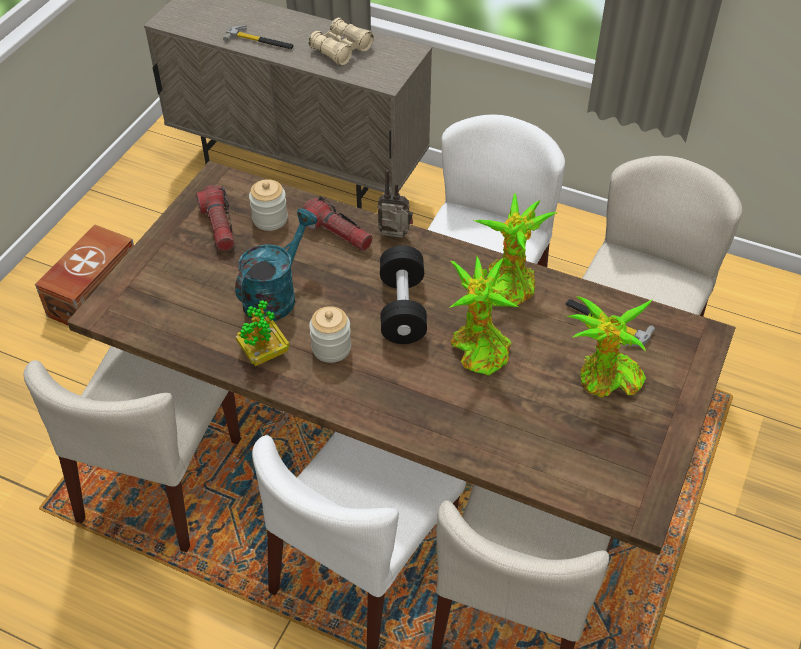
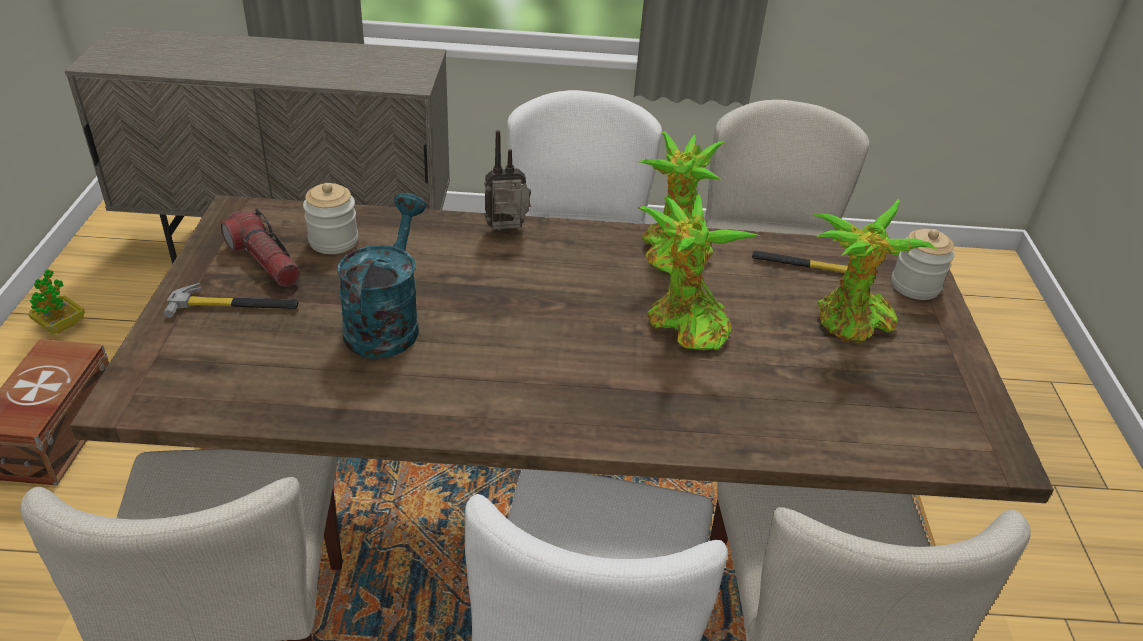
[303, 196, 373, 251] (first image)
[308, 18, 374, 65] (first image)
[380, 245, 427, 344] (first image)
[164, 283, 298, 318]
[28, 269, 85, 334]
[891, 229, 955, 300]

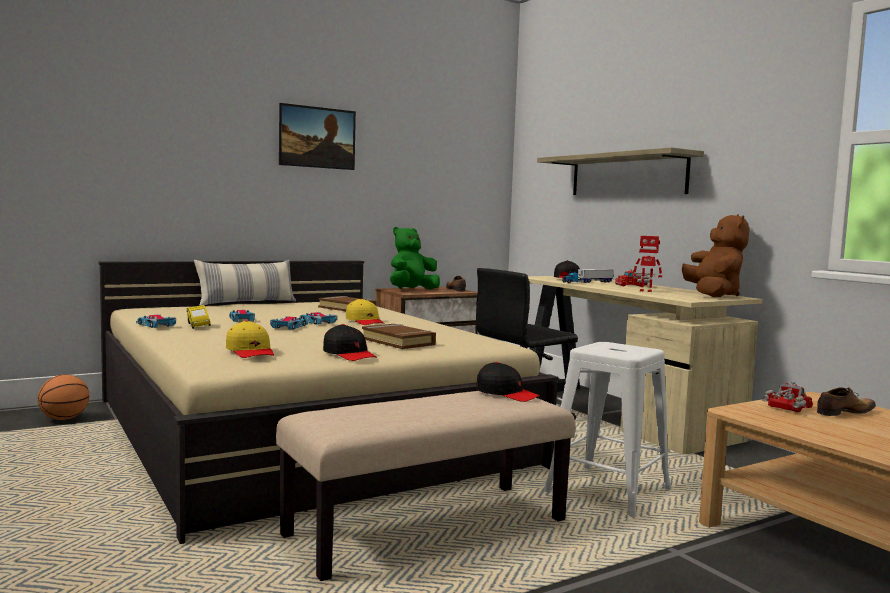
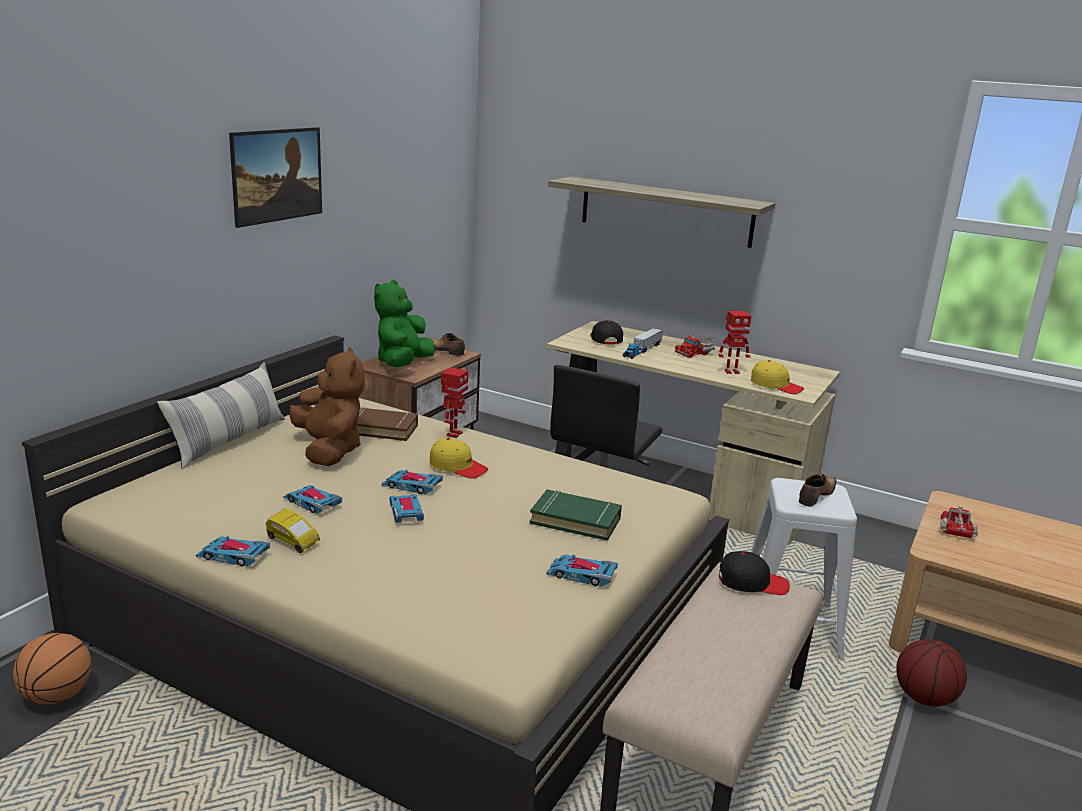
[441, 367, 468, 438]
[896, 639, 967, 707]
[751, 360, 804, 394]
[289, 347, 364, 466]
[799, 474, 836, 506]
[546, 555, 618, 586]
[530, 489, 622, 541]

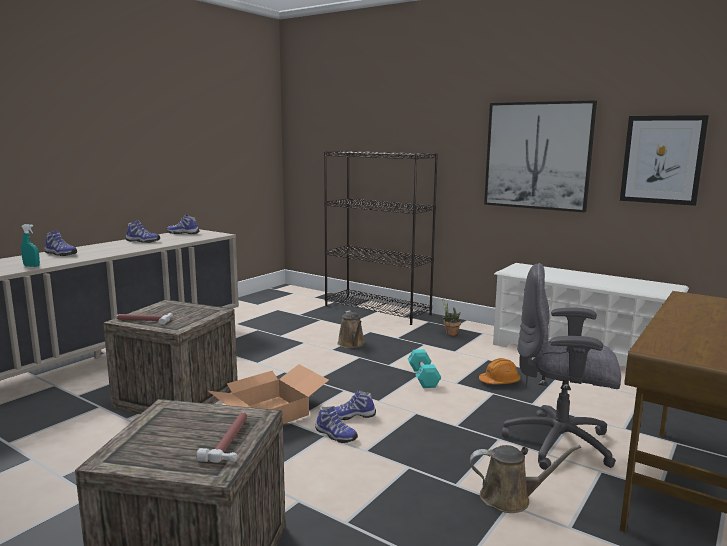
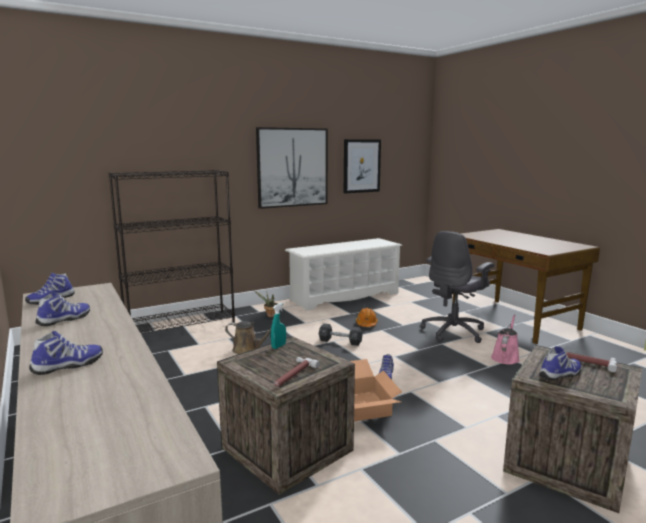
[271, 303, 286, 349]
[539, 346, 581, 381]
[319, 323, 363, 346]
[491, 315, 520, 364]

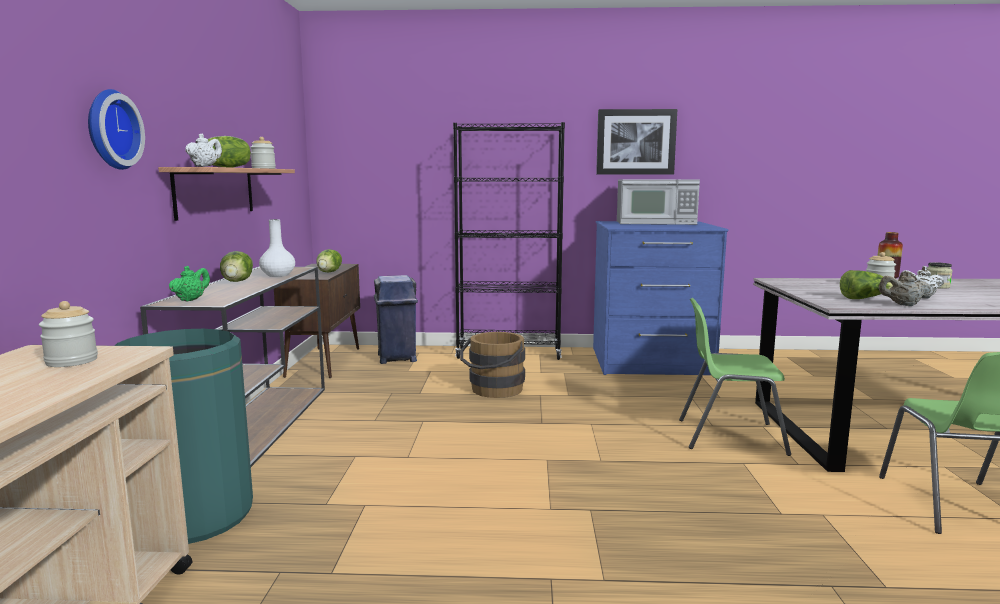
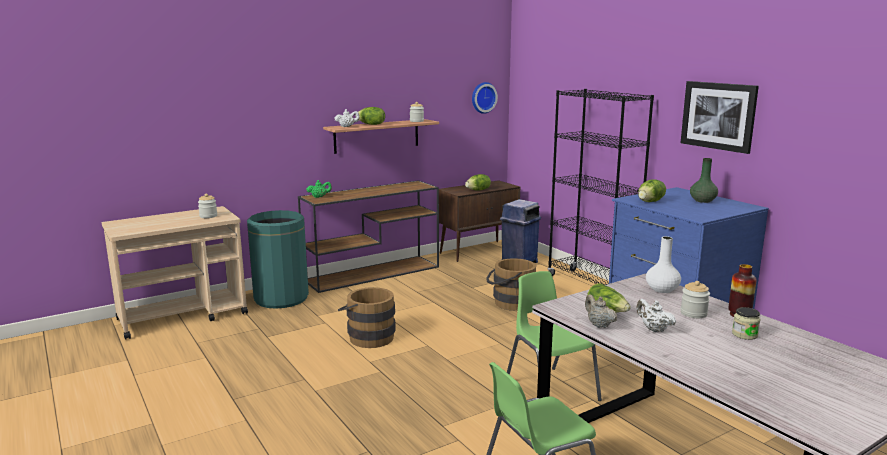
[338, 287, 396, 348]
[472, 82, 498, 114]
[638, 179, 666, 202]
[646, 236, 681, 293]
[690, 158, 718, 203]

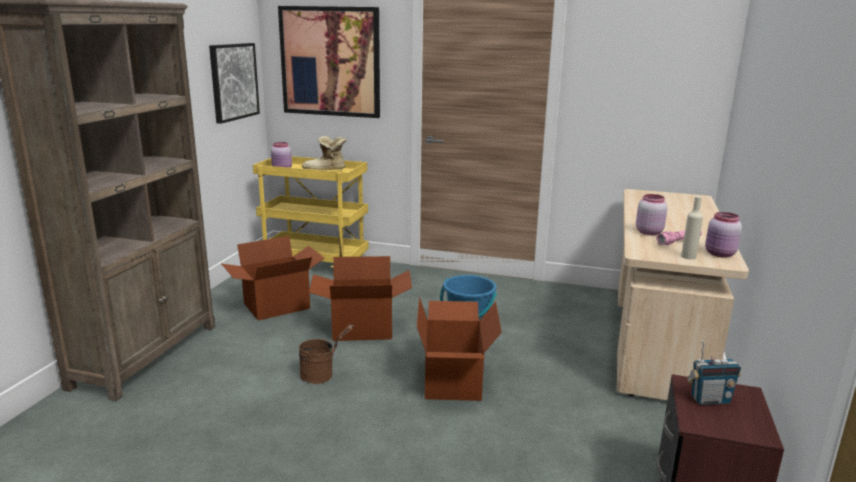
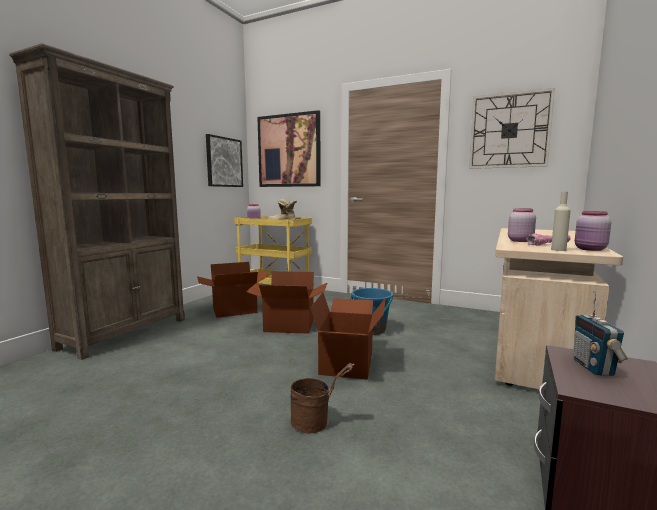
[469, 88, 555, 169]
[290, 363, 355, 434]
[573, 291, 628, 376]

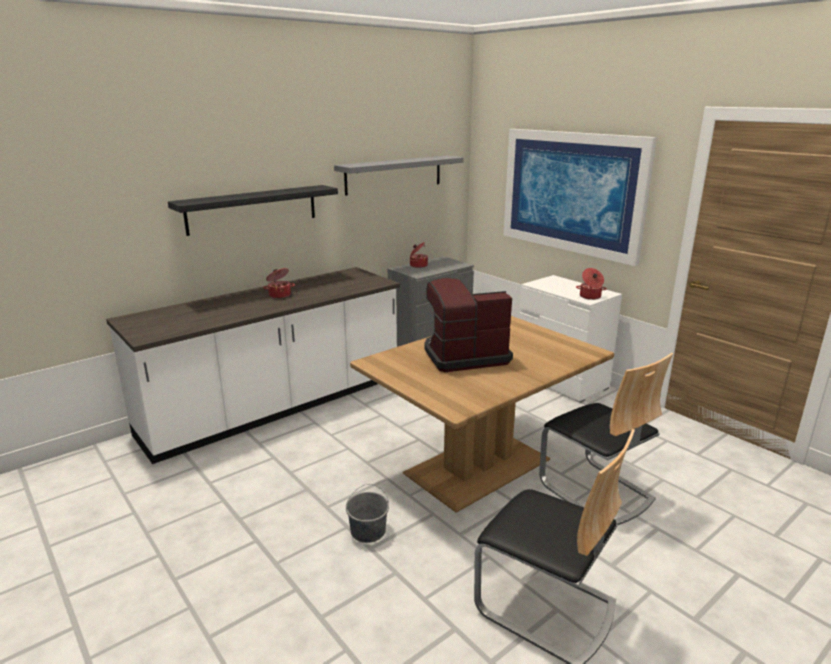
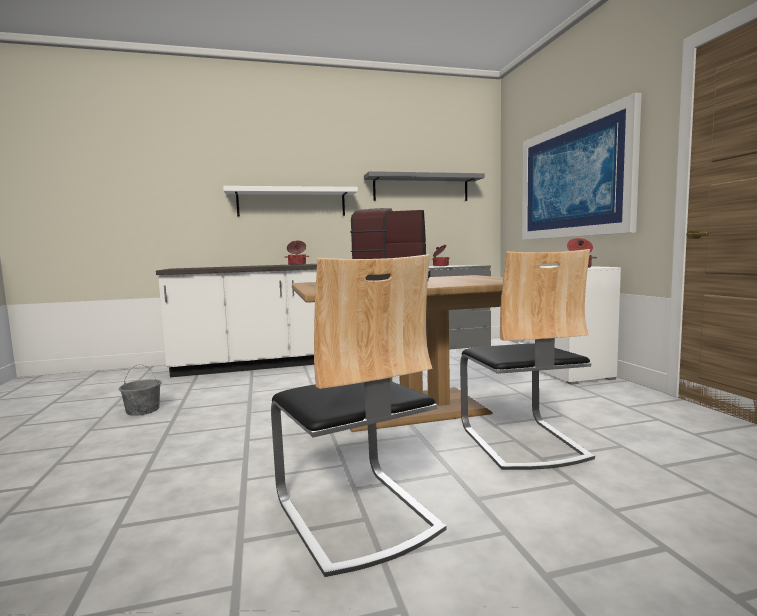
[119, 364, 162, 416]
[223, 186, 358, 217]

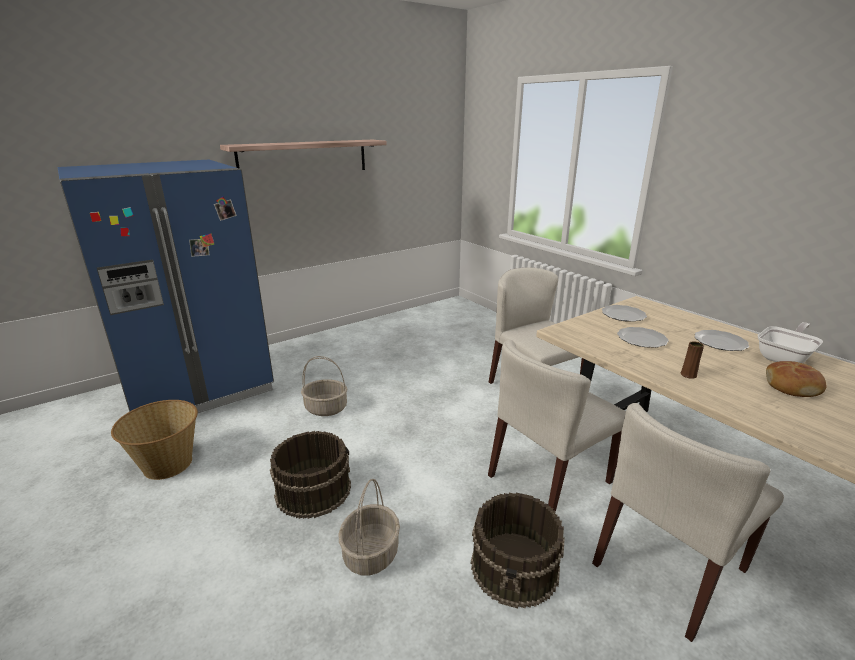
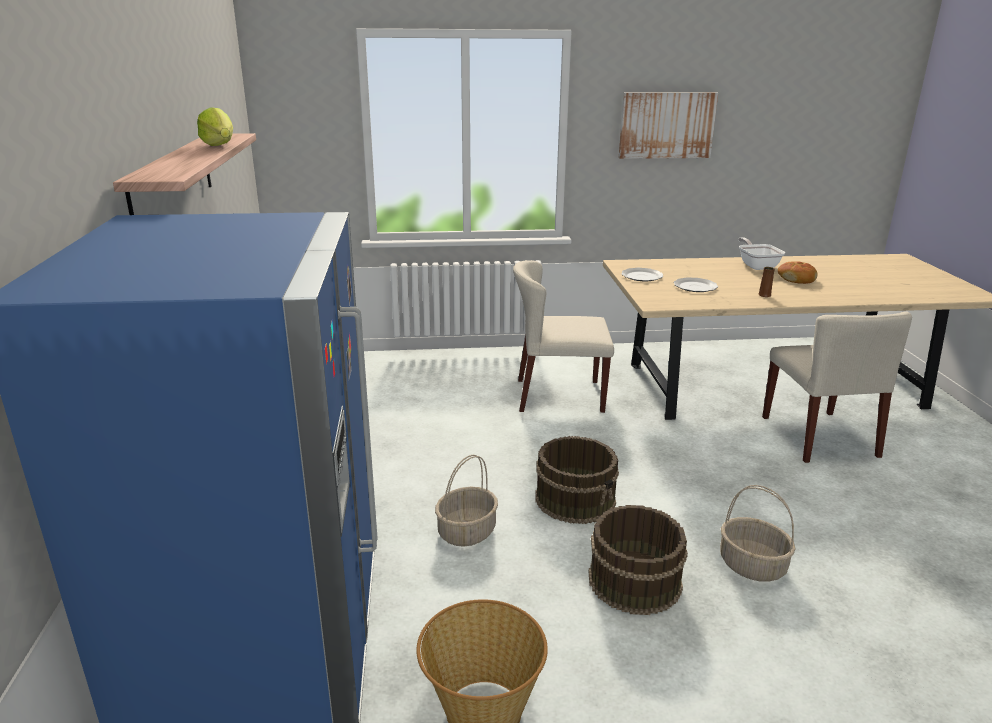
[488, 340, 626, 512] (first image)
[695, 330, 749, 351] (first image)
[197, 107, 233, 146]
[619, 92, 718, 159]
[535, 436, 619, 524]

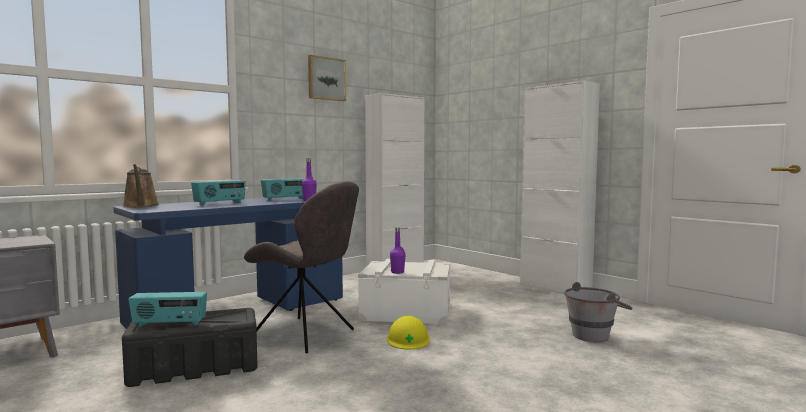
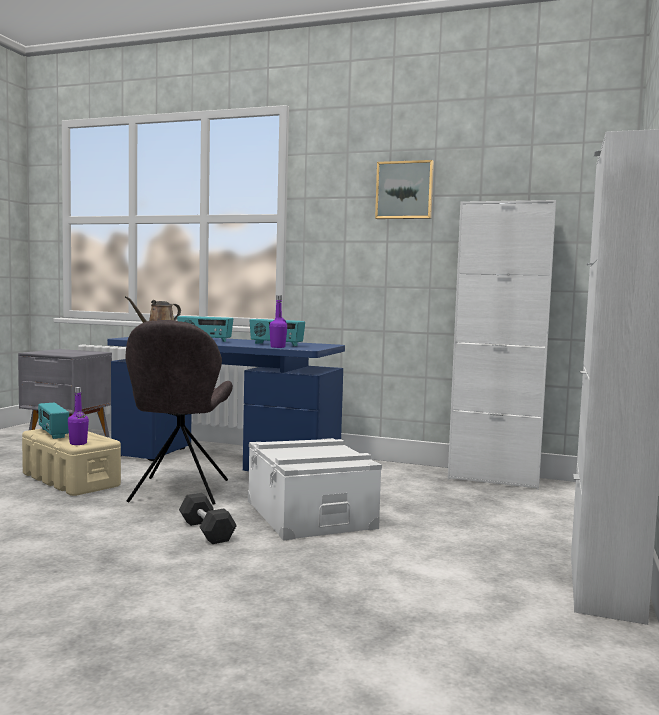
[564, 282, 633, 342] (first image)
[68, 387, 89, 445]
[179, 493, 237, 544]
[22, 429, 121, 496]

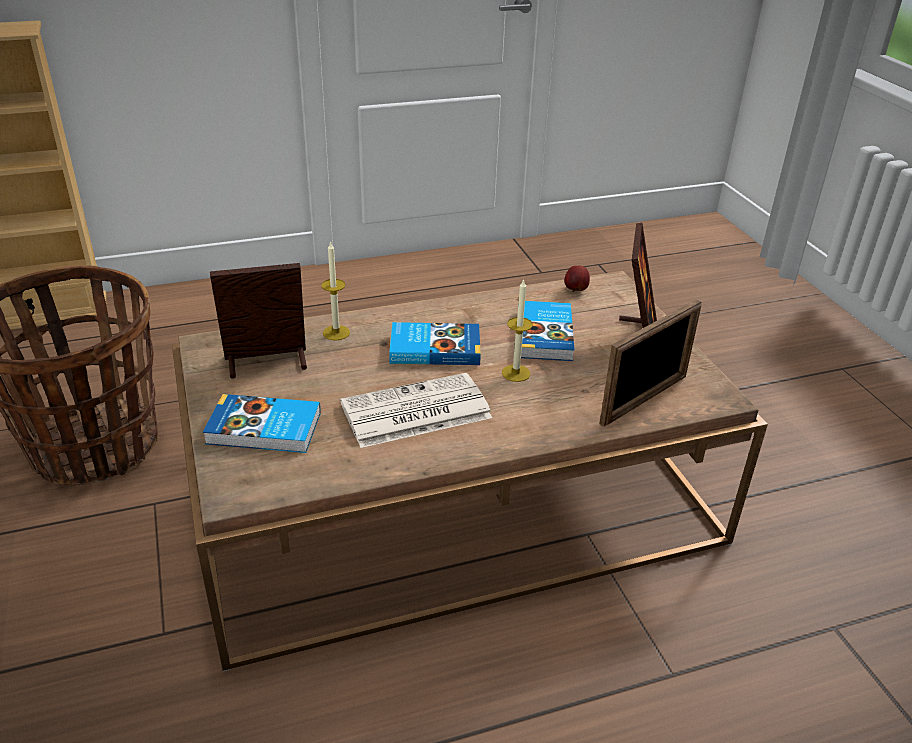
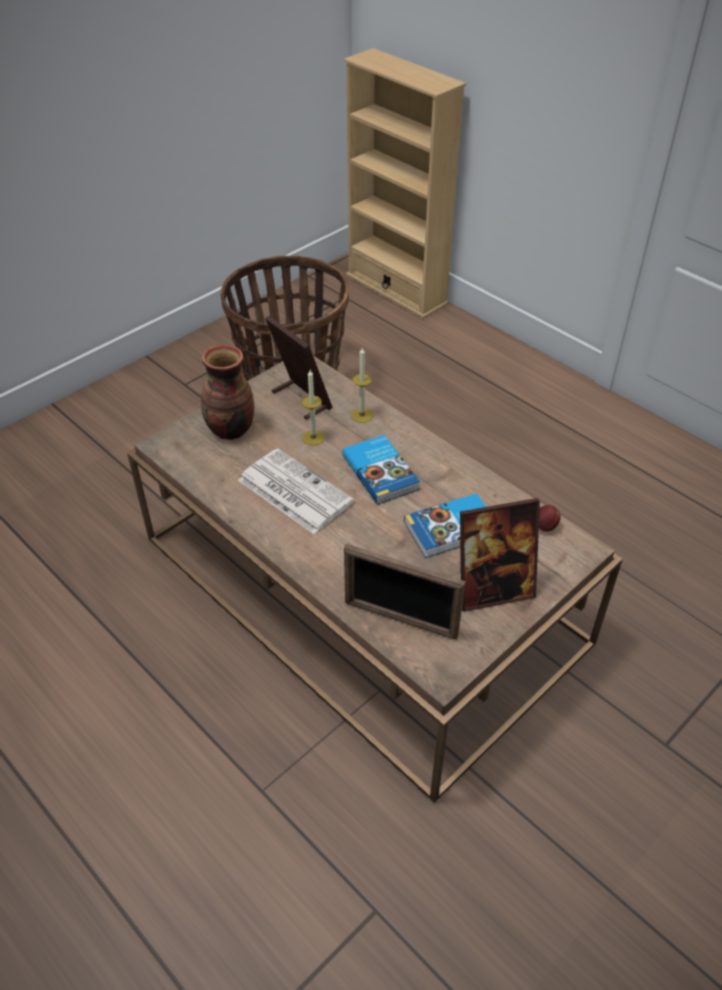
[302, 370, 325, 446]
[201, 345, 254, 440]

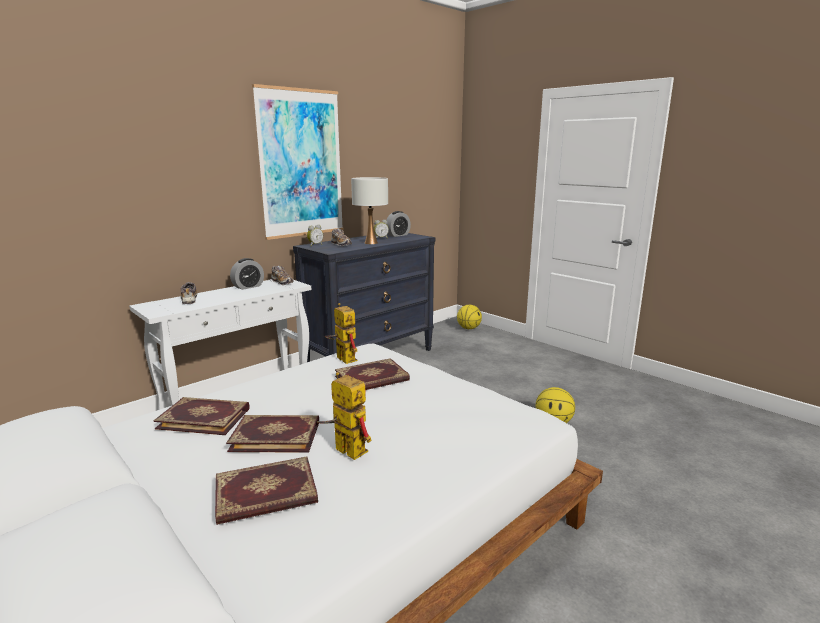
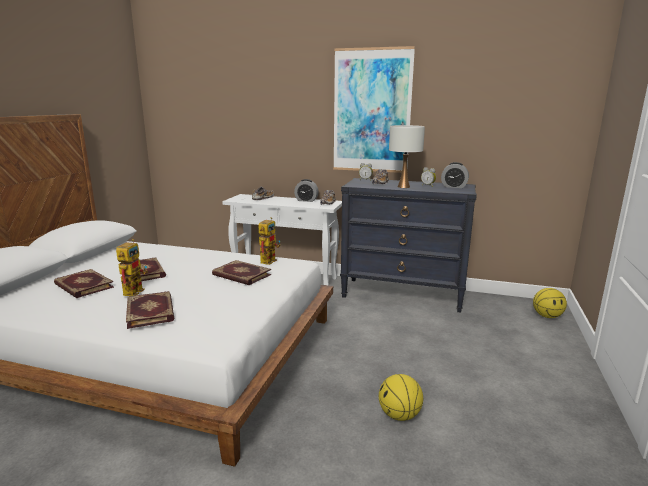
[126, 291, 174, 329]

